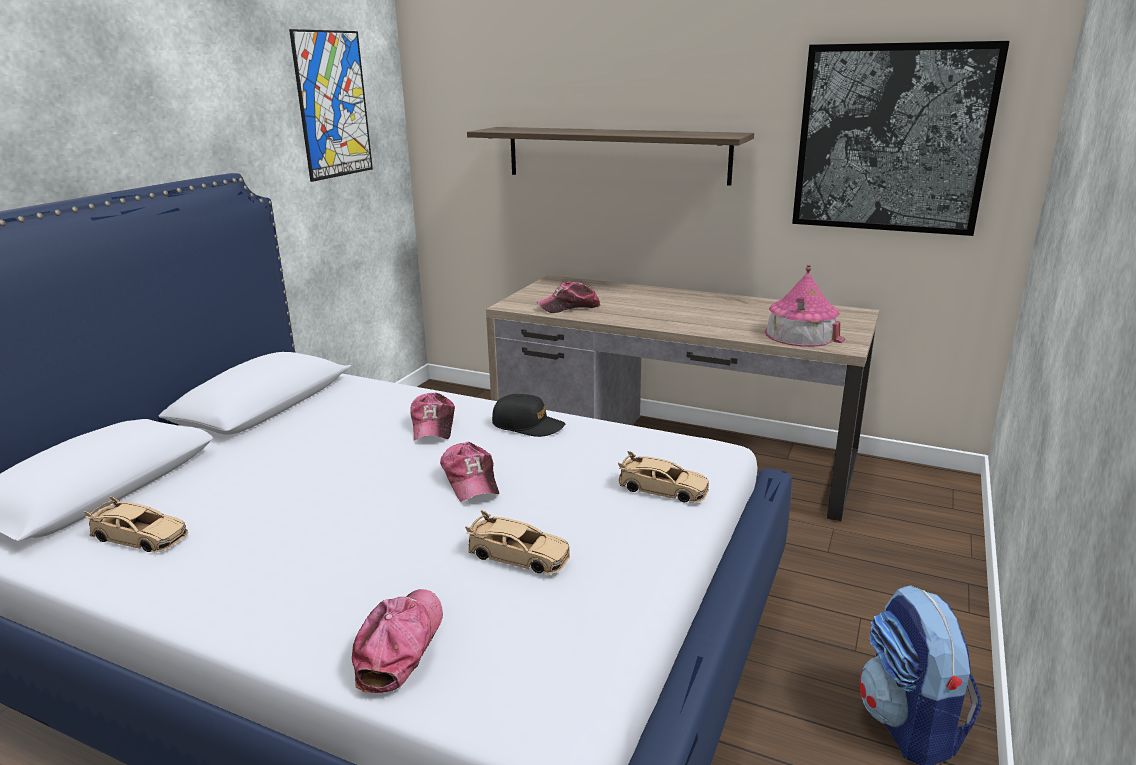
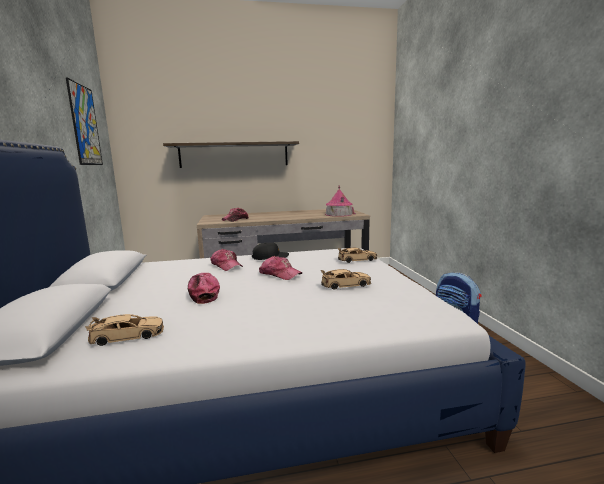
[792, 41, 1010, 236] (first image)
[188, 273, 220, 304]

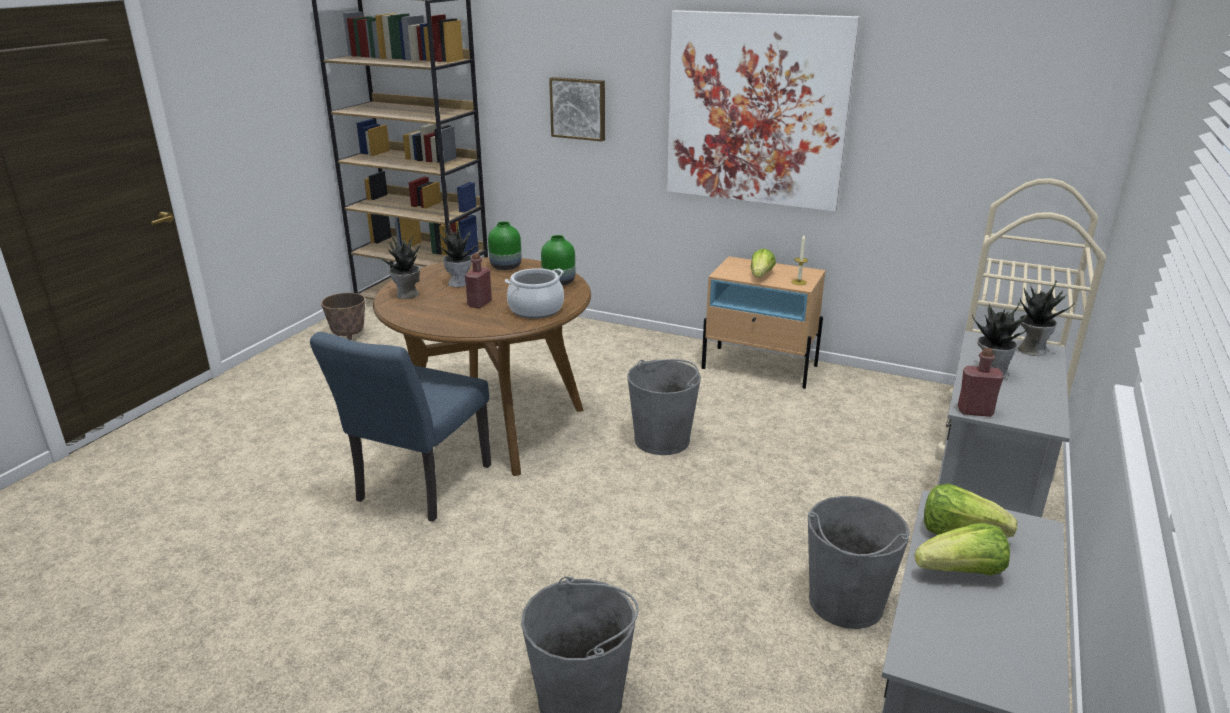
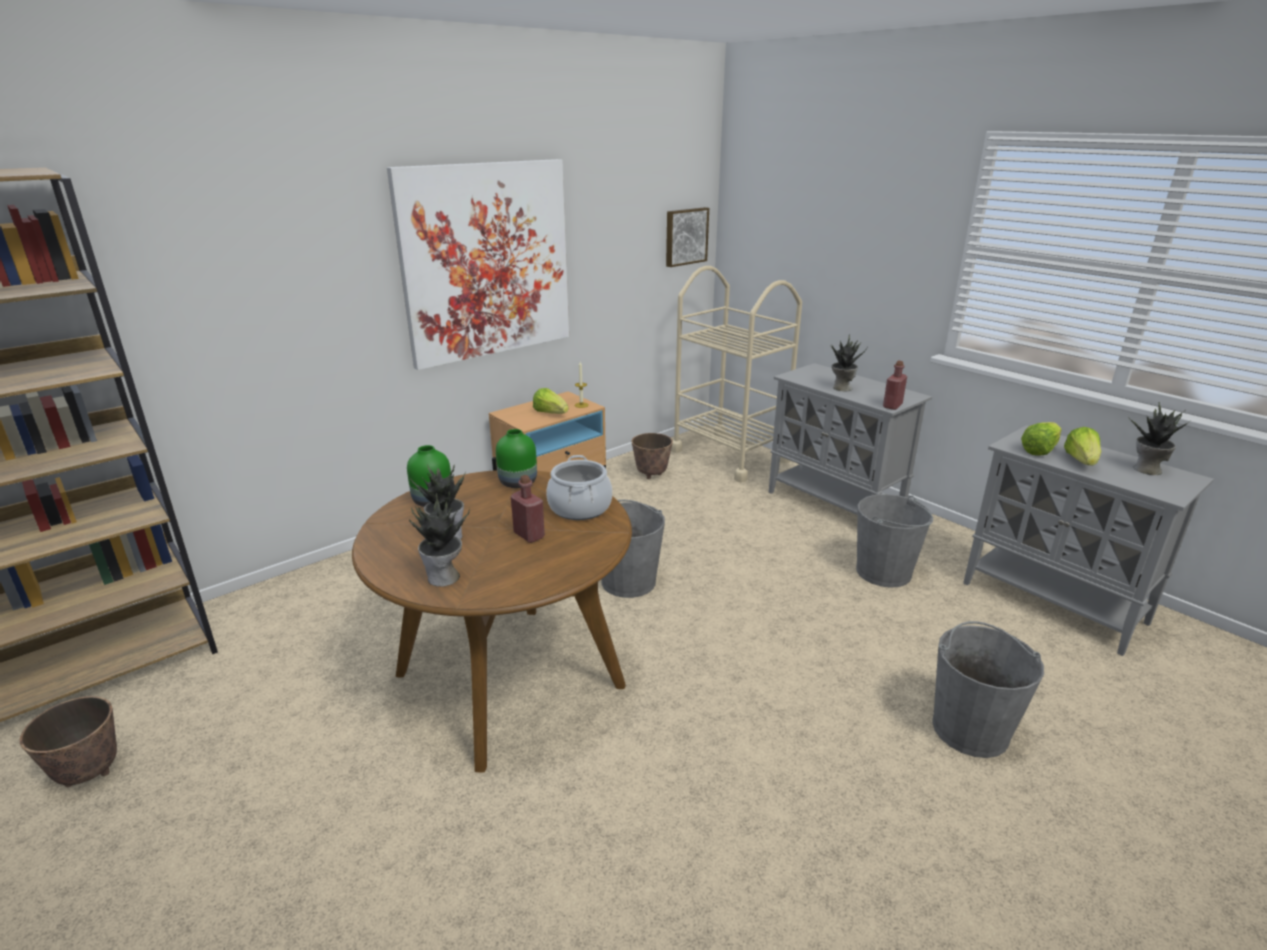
[310, 332, 491, 522] (first image)
[632, 433, 673, 479]
[666, 207, 709, 267]
[1128, 402, 1189, 475]

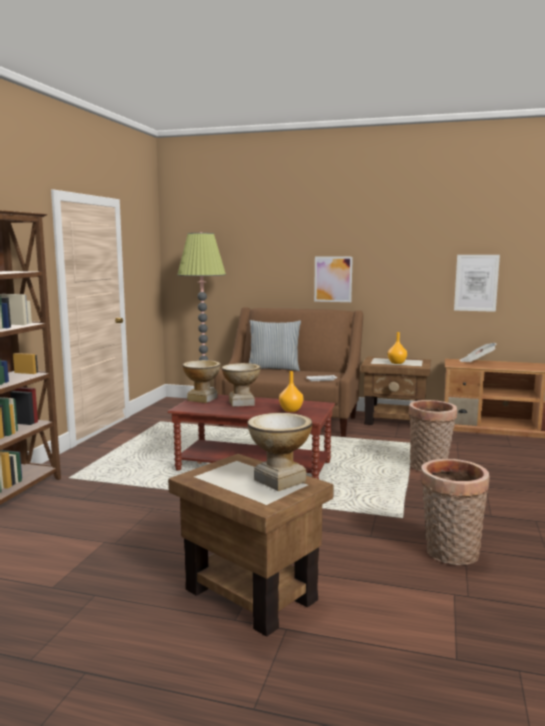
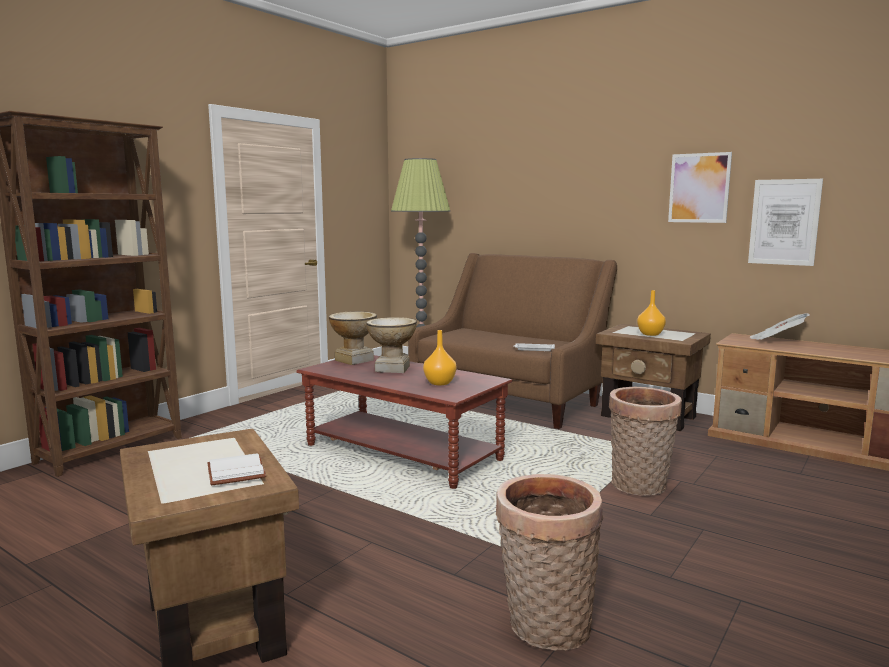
[249, 320, 301, 371] (first image)
[668, 152, 732, 223]
[207, 453, 266, 486]

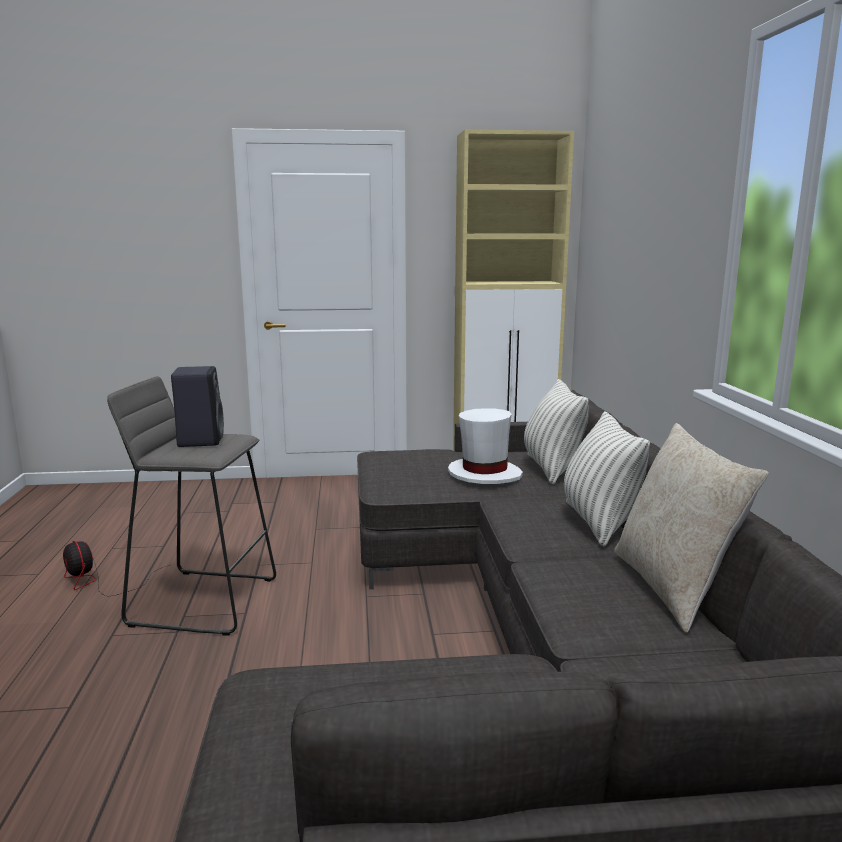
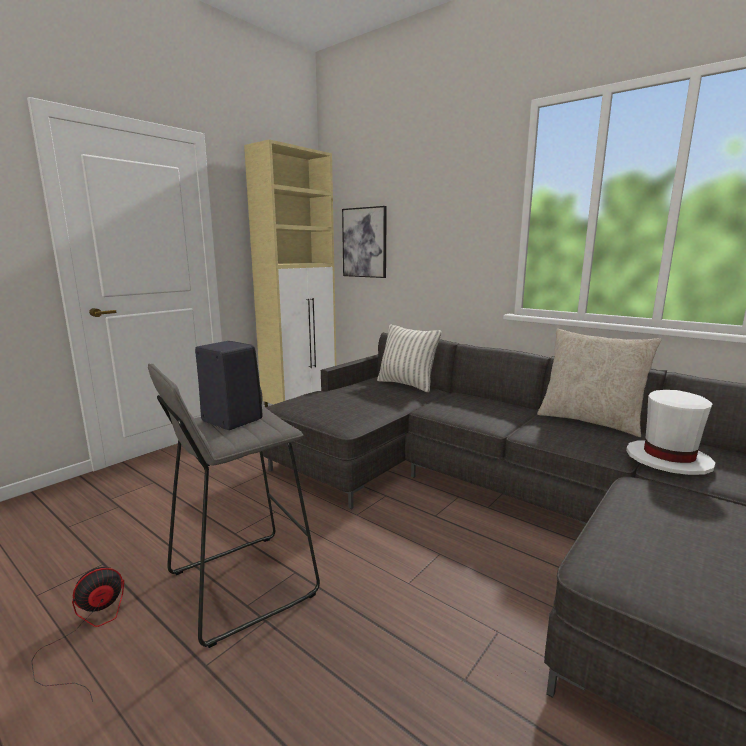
[564, 411, 650, 546] (first image)
[342, 206, 387, 278]
[626, 390, 715, 475]
[31, 567, 124, 702]

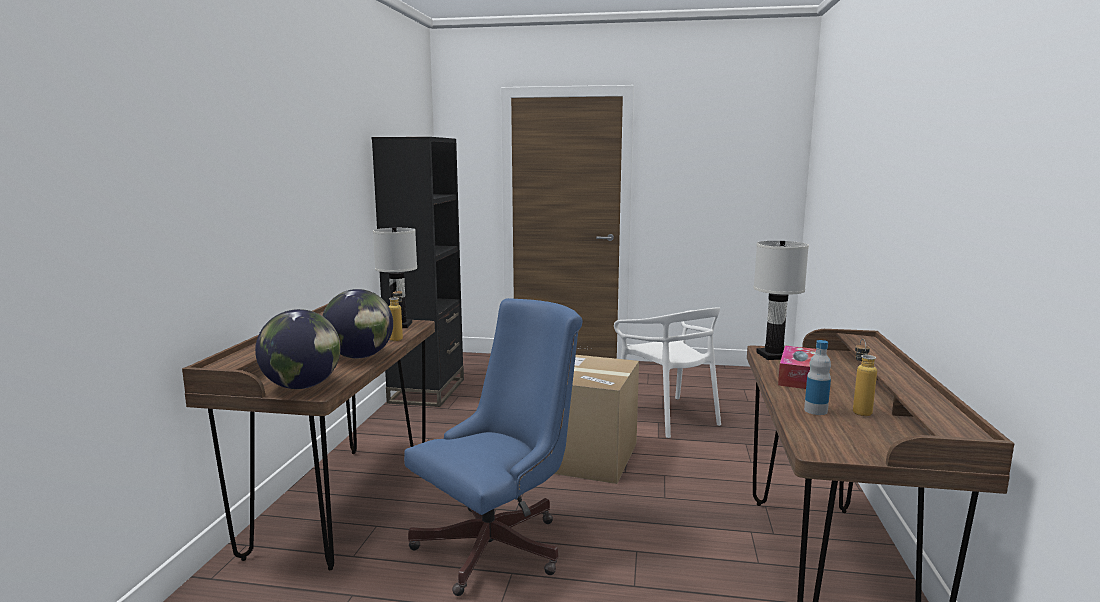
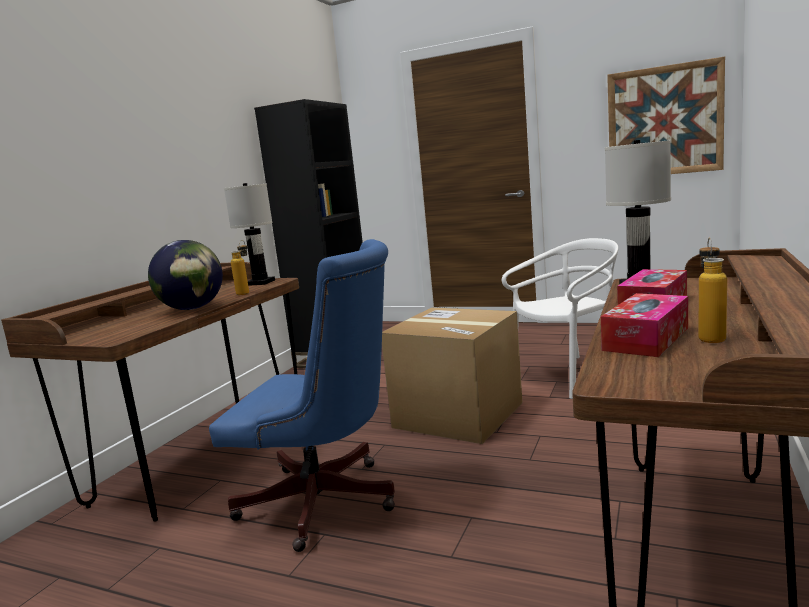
[255, 309, 341, 389] (first image)
[607, 57, 725, 174]
[601, 293, 688, 357]
[209, 239, 395, 552]
[502, 238, 618, 399]

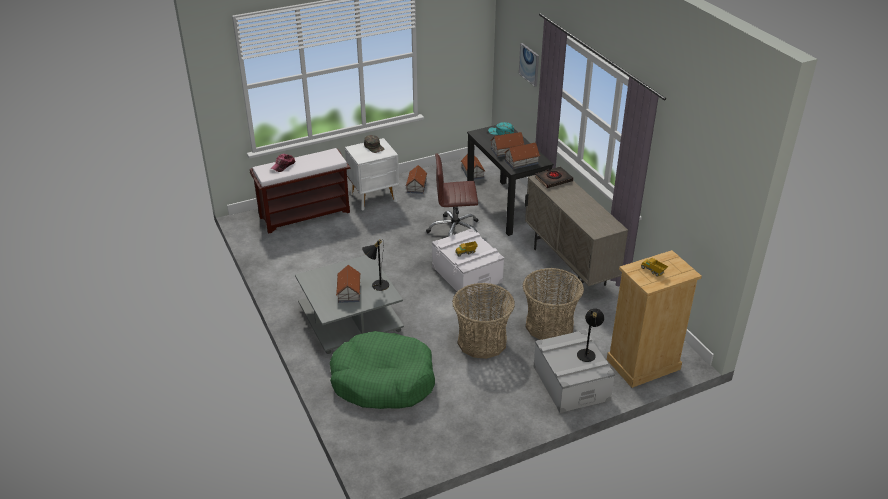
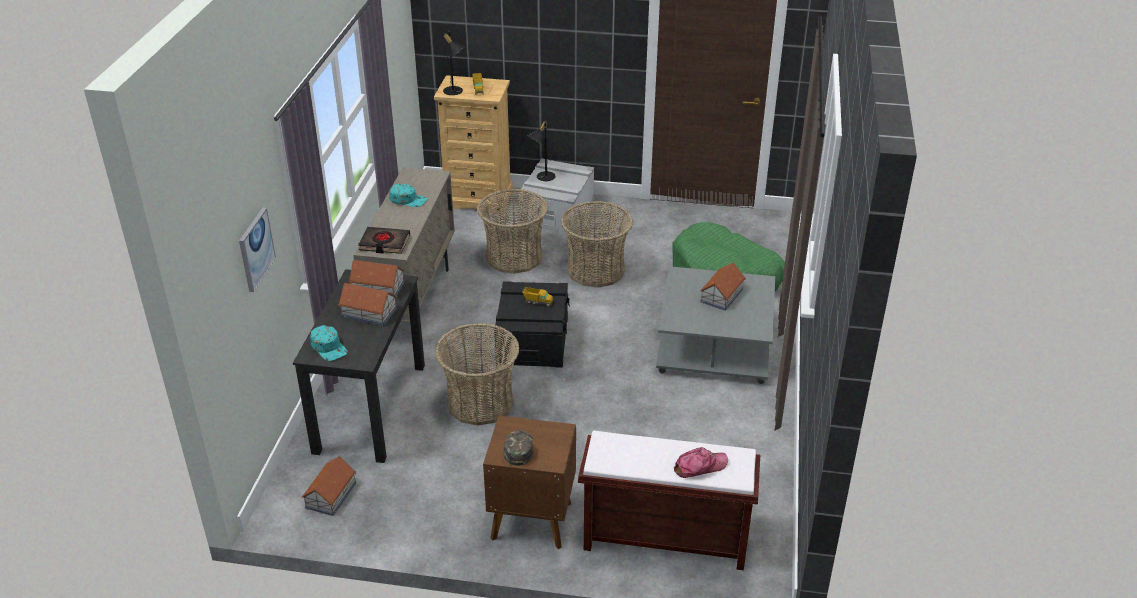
[406, 165, 427, 194] (first image)
[389, 184, 427, 207]
[442, 31, 466, 95]
[435, 323, 519, 426]
[483, 416, 576, 549]
[494, 281, 570, 368]

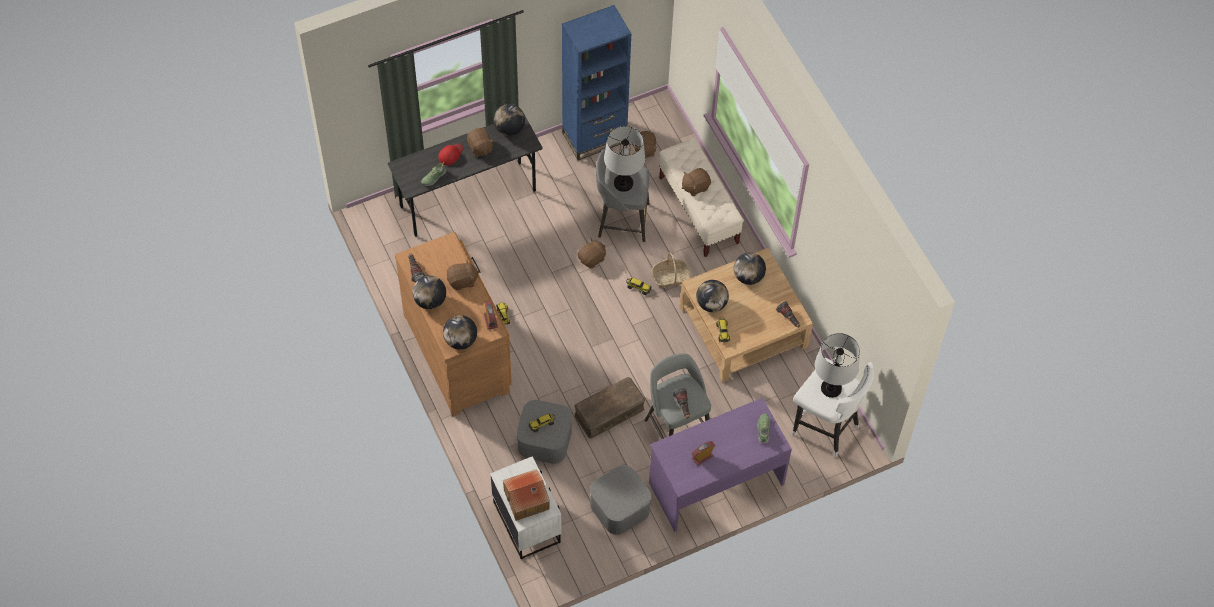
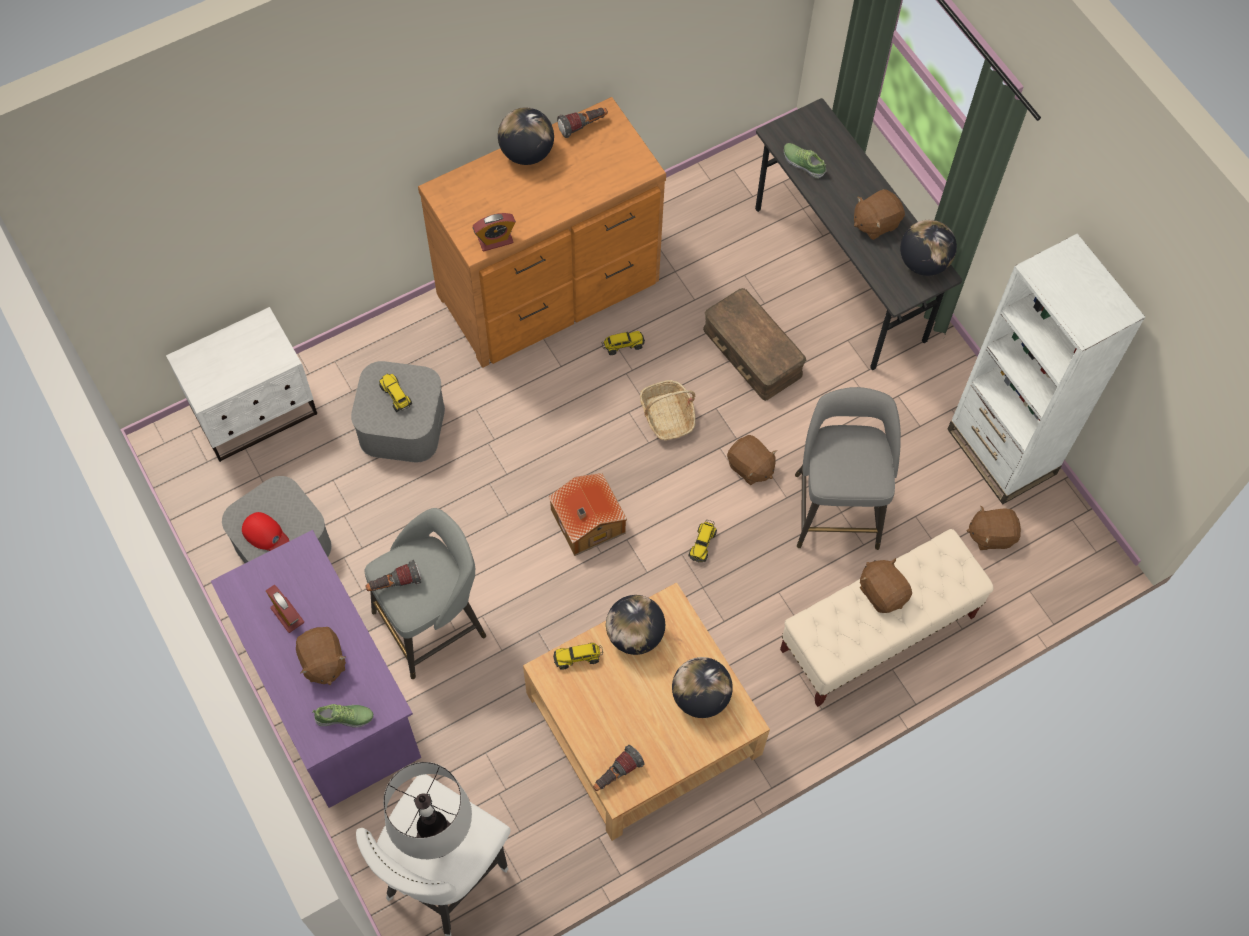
[443, 315, 477, 350] (first image)
[604, 126, 645, 192] (first image)
[242, 512, 289, 551]
[296, 627, 346, 685]
[548, 473, 627, 556]
[703, 288, 806, 401]
[640, 380, 696, 441]
[947, 233, 1145, 504]

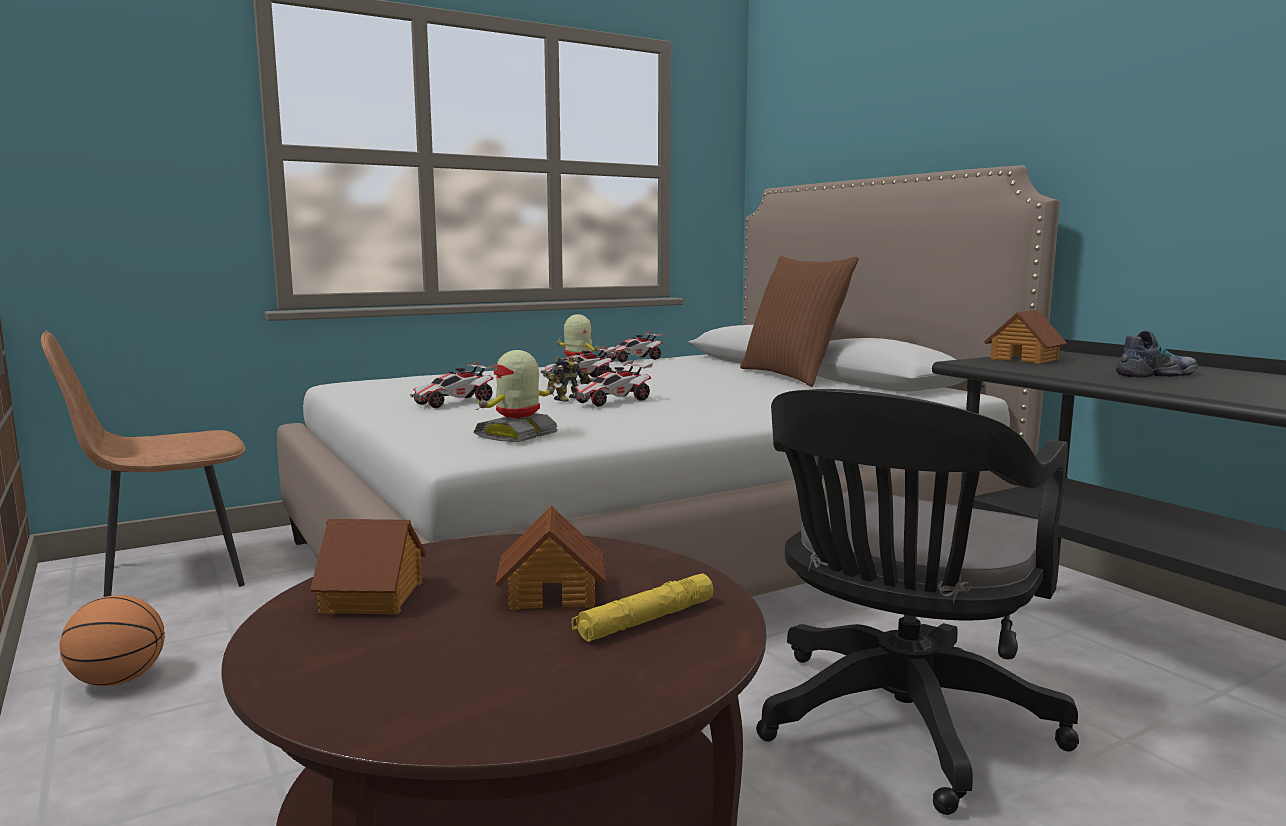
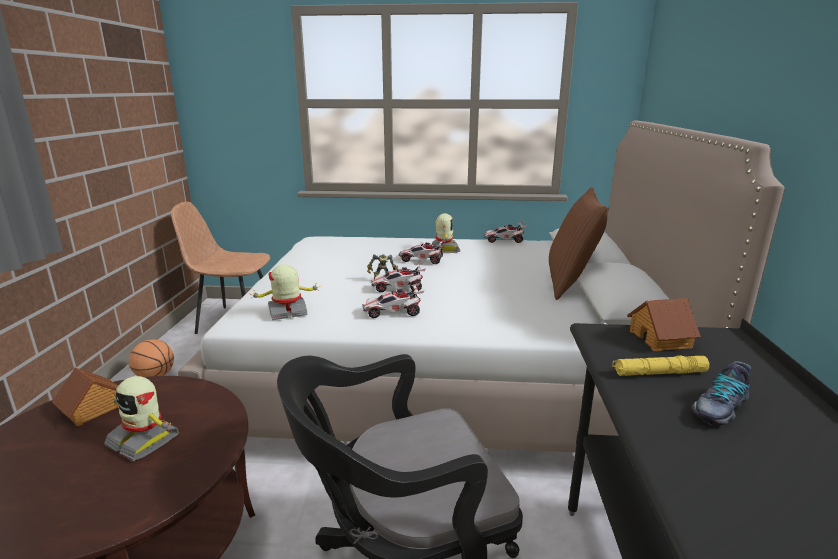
[362, 283, 424, 318]
[612, 355, 709, 376]
[104, 376, 180, 461]
[692, 361, 751, 426]

